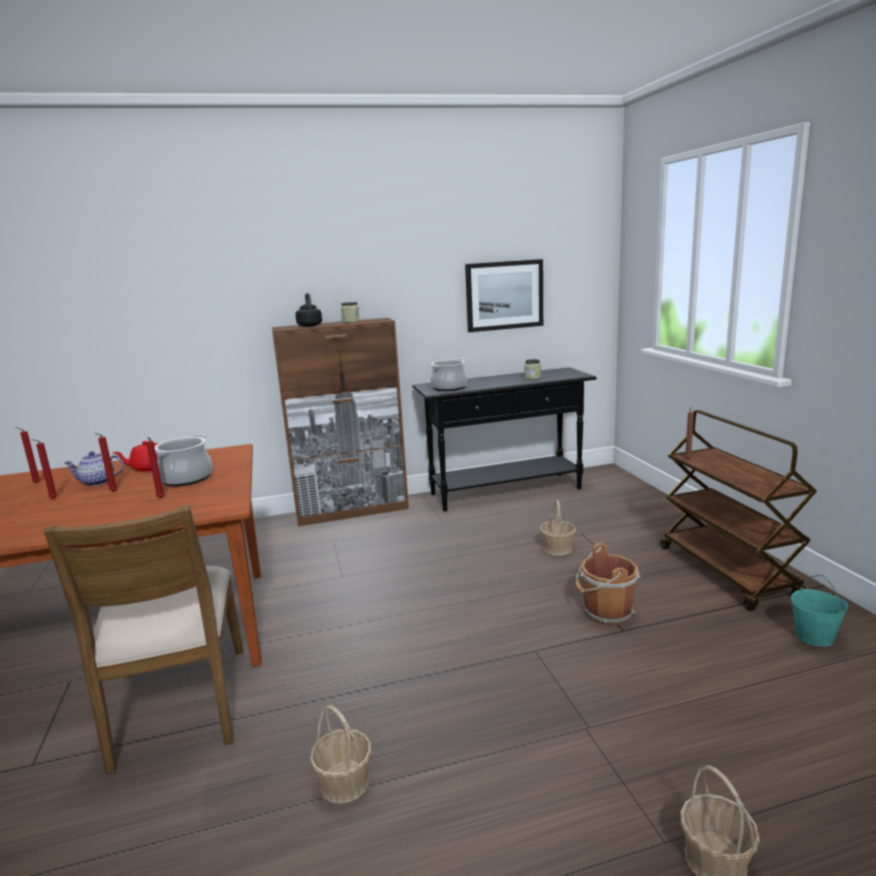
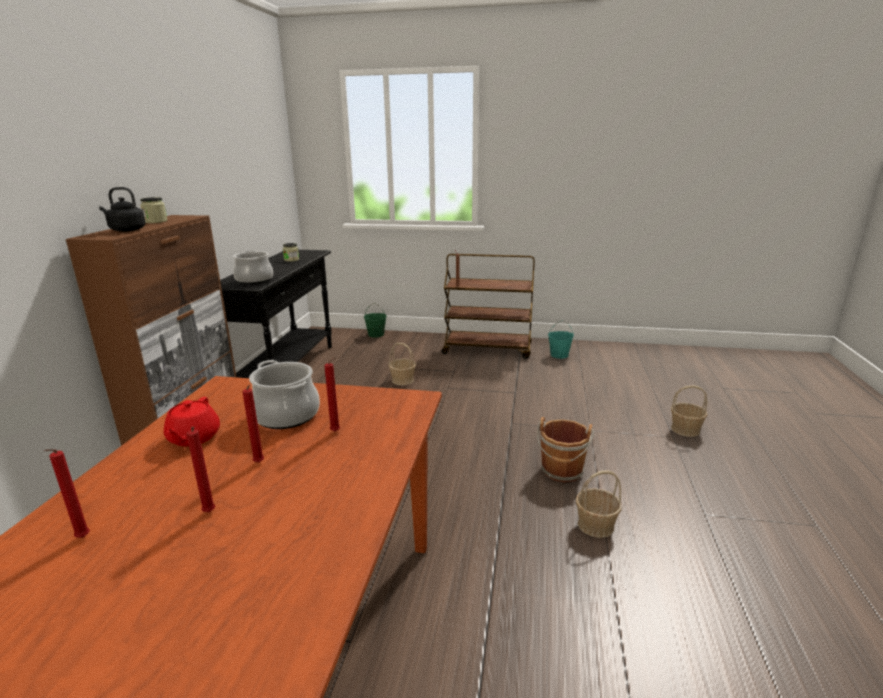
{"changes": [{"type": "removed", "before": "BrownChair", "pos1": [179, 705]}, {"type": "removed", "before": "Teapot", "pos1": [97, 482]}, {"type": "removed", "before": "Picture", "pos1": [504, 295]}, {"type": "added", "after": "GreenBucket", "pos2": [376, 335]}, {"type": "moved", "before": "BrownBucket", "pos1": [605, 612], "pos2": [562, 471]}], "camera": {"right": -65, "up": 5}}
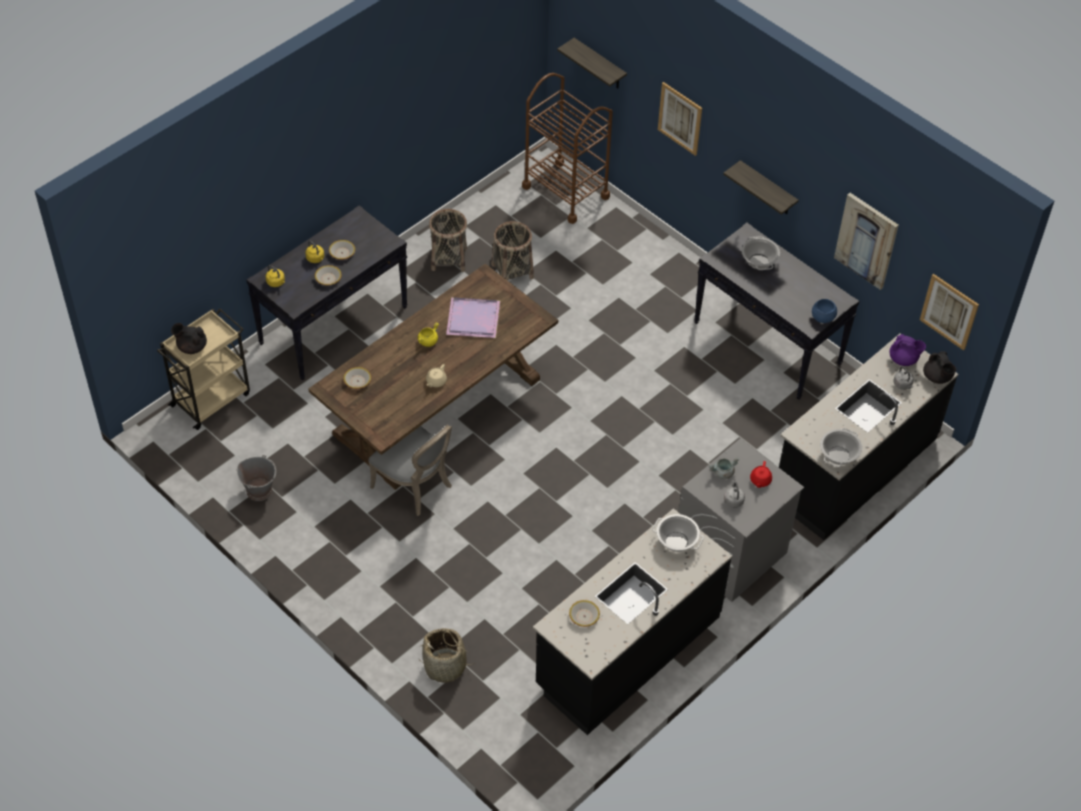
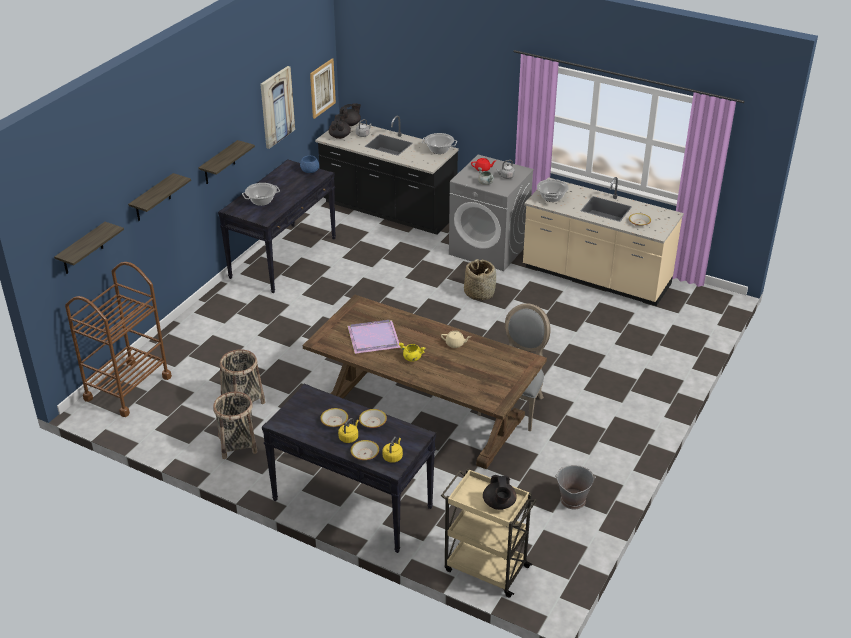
{"changes": [{"type": "moved", "before": "Bowl", "pos1": [357, 381], "pos2": [365, 454]}, {"type": "moved", "before": "Basket", "pos1": [445, 666], "pos2": [479, 293]}, {"type": "replaced", "before": "Picture", "after": "Shelf", "pos1": [680, 118], "pos2": [152, 198]}, {"type": "recoloured", "before": "BlackCounter", "after": "BeigeCounter", "pos1": [627, 651], "pos2": [596, 277]}, {"type": "recoloured", "before": "PurpleTeapot", "after": "BlackTeapot", "pos1": [903, 359], "pos2": [340, 136]}], "camera": {"right": -105, "up": -15}}
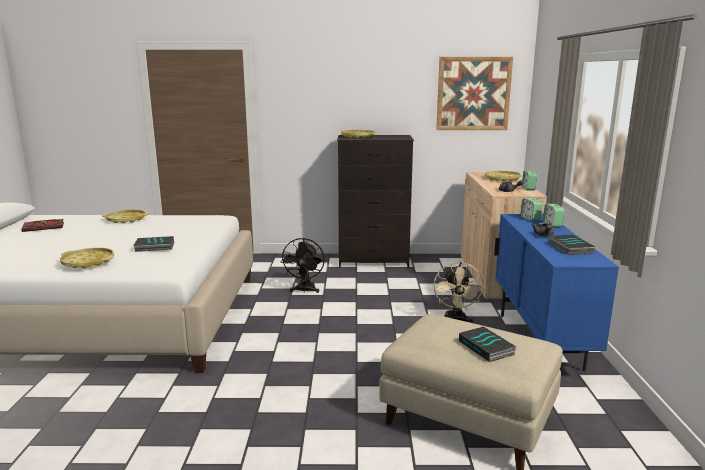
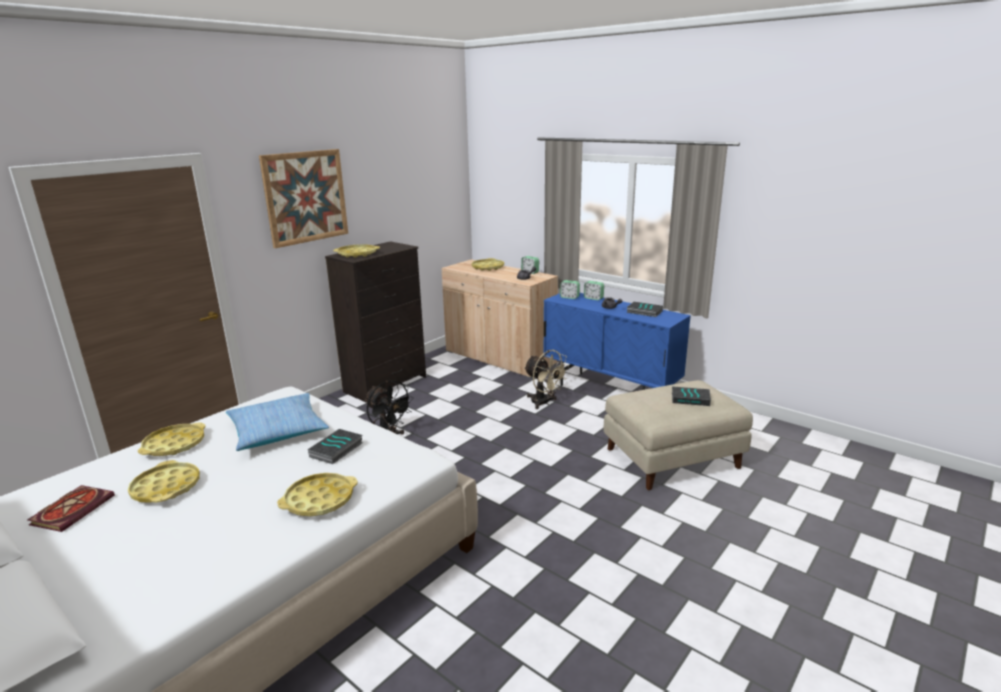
{"changes": [{"type": "added", "after": "YellowTray", "pos2": [166, 487]}, {"type": "added", "after": "Pillow", "pos2": [277, 430]}, {"type": "moved", "before": "Picture", "pos1": [473, 94], "pos2": [305, 197]}], "camera": {"right": -50, "up": 5}}
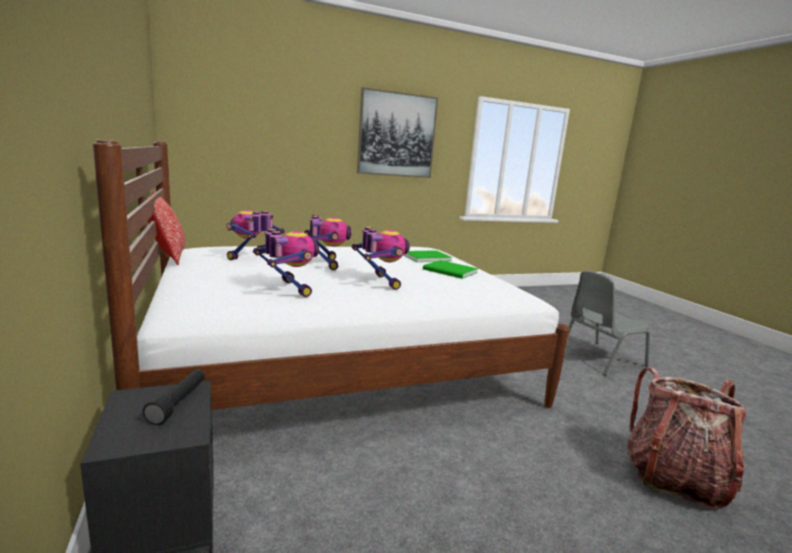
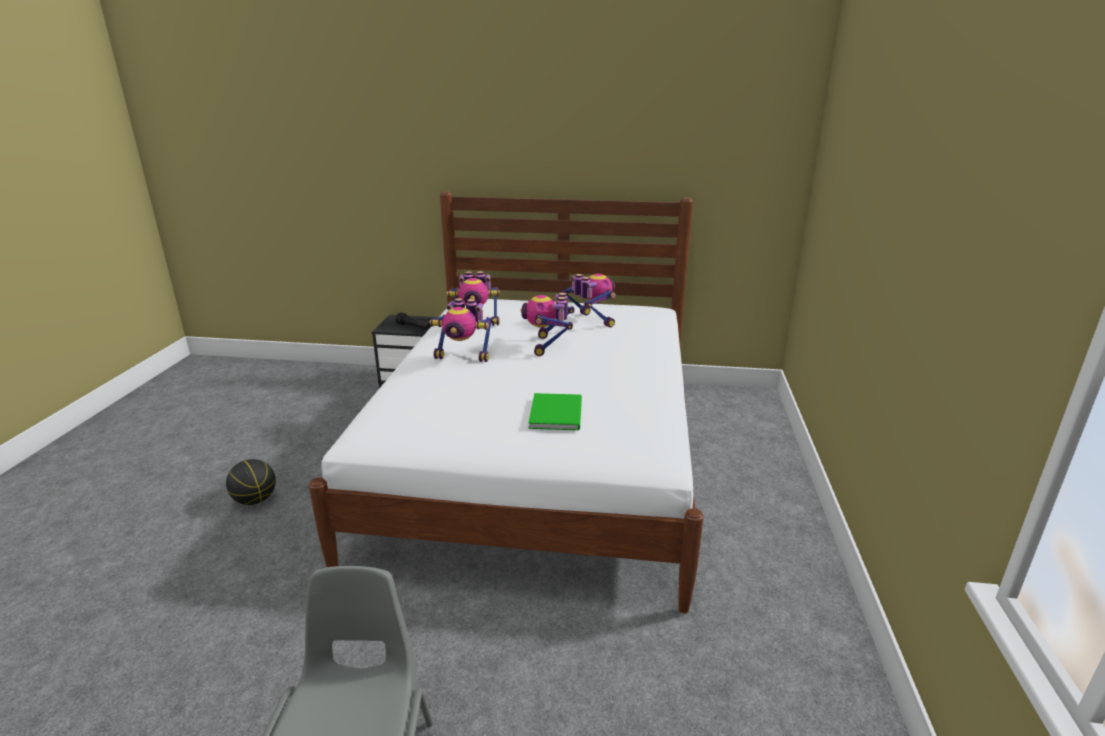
{"changes": [{"type": "removed", "before": "Pillow", "pos1": [168, 257]}, {"type": "removed", "before": "Picture", "pos1": [397, 135]}, {"type": "removed", "before": "GreenBook", "pos1": [451, 271]}, {"type": "removed", "before": "Backpack", "pos1": [674, 478]}, {"type": "added", "after": "Basketball", "pos2": [255, 500]}, {"type": "turned", "before": "ToyRobot", "pos1": [325, 264], "pos2": [548, 346], "turn": 75}], "camera": {"right": 120, "up": 10}}
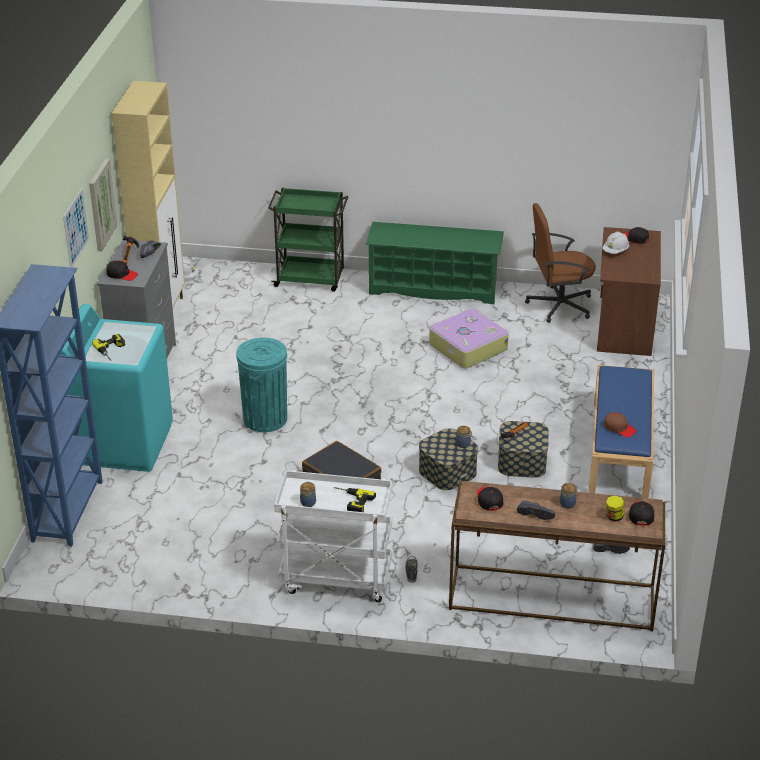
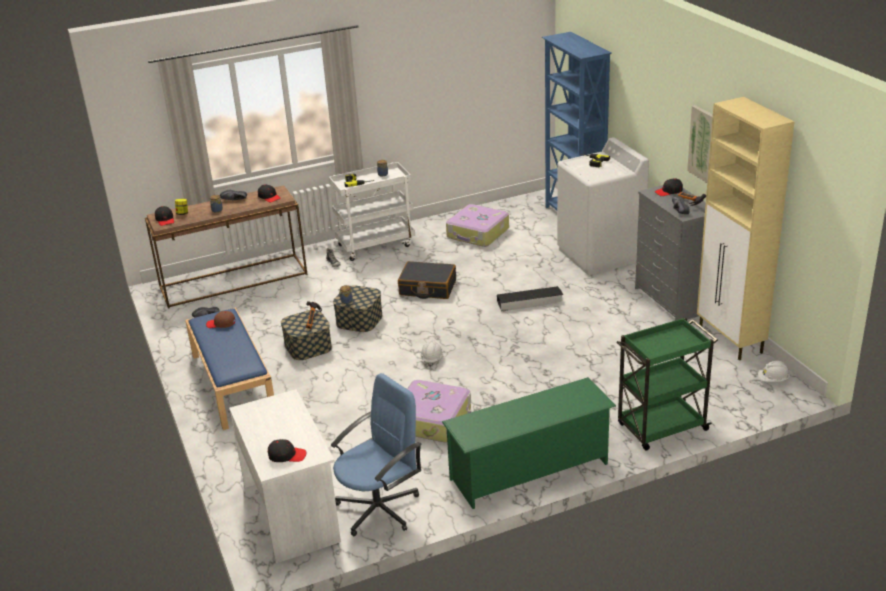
{"changes": [{"type": "removed", "before": "Picture", "pos1": [76, 228]}, {"type": "added", "after": "Suitcase", "pos2": [478, 233]}, {"type": "moved", "before": "WhiteHardHat", "pos1": [615, 251], "pos2": [432, 359]}, {"type": "replaced", "before": "TurquoiseTrashCan", "after": "BlackStorageBox", "pos1": [265, 418], "pos2": [530, 302]}, {"type": "recoloured", "before": "TurquoiseWashingMachine", "after": "WhiteWashingMachine", "pos1": [123, 443], "pos2": [600, 255]}, {"type": "recoloured", "before": "BrownOfficeChair", "after": "BlueOfficeChair", "pos1": [559, 305], "pos2": [379, 508]}, {"type": "recoloured", "before": "BrownDesk", "after": "WhiteDesk", "pos1": [623, 325], "pos2": [292, 512]}], "camera": {"right": 150, "up": -5}}
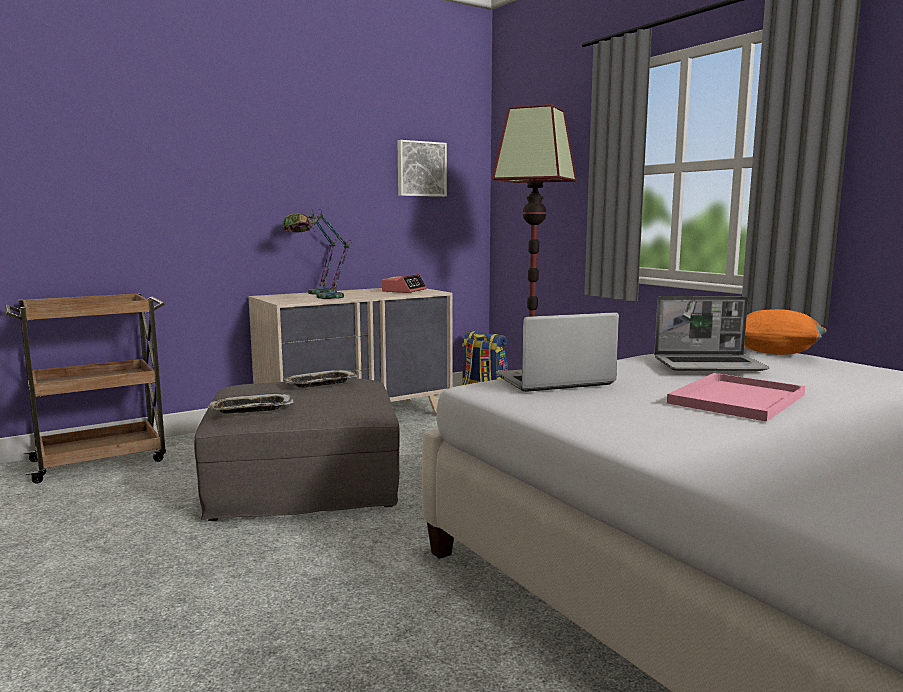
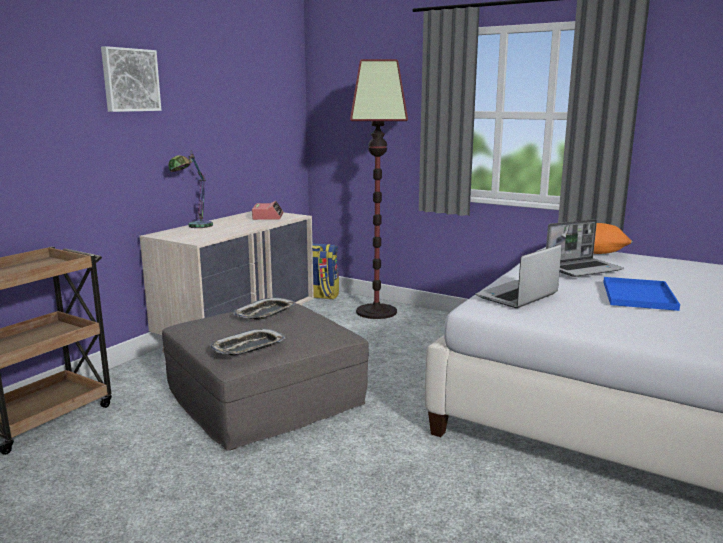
{"changes": [{"type": "removed", "before": "TableLamp", "pos1": [321, 297]}, {"type": "moved", "before": "Picture", "pos1": [421, 169], "pos2": [130, 80]}, {"type": "recoloured", "before": "PinkTray", "after": "BlueTray", "pos1": [736, 398], "pos2": [637, 294]}], "camera": {"right": -25, "up": 5}}
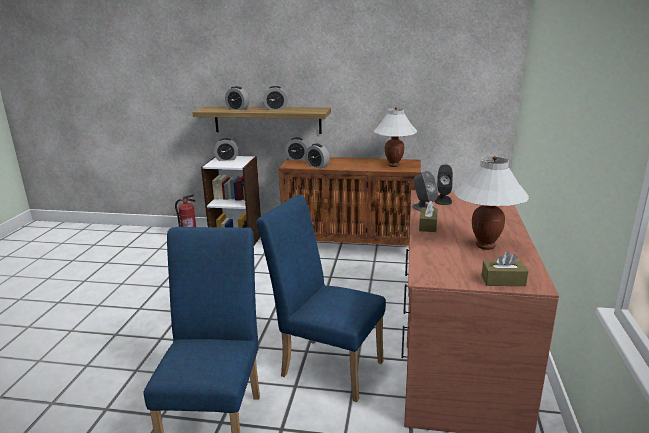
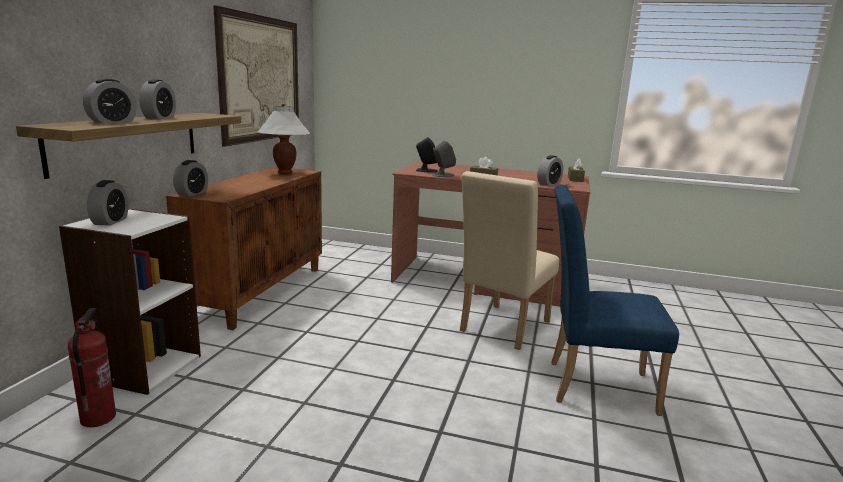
{"changes": [{"type": "removed", "before": "WhiteTableLamp", "pos1": [485, 246]}, {"type": "added", "after": "Picture", "pos2": [261, 79]}, {"type": "moved", "before": "AlarmClock", "pos1": [317, 166], "pos2": [549, 184]}, {"type": "recoloured", "before": "BlueChair", "after": "BeigeChair", "pos1": [325, 365], "pos2": [501, 328]}], "camera": {"right": -85, "up": -5}}
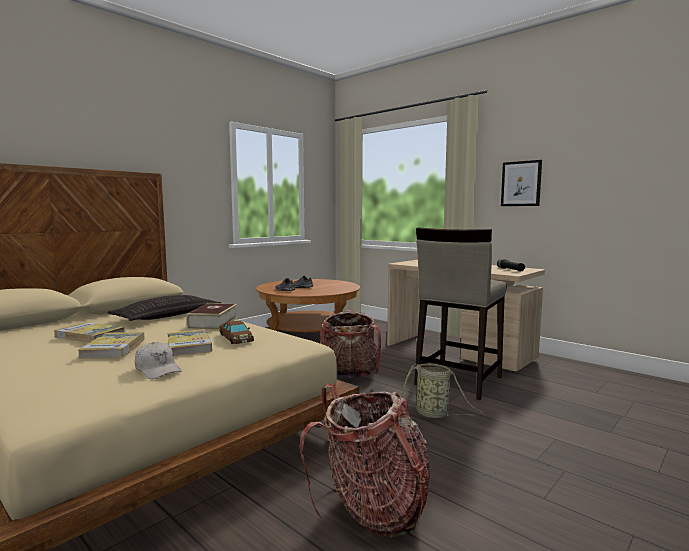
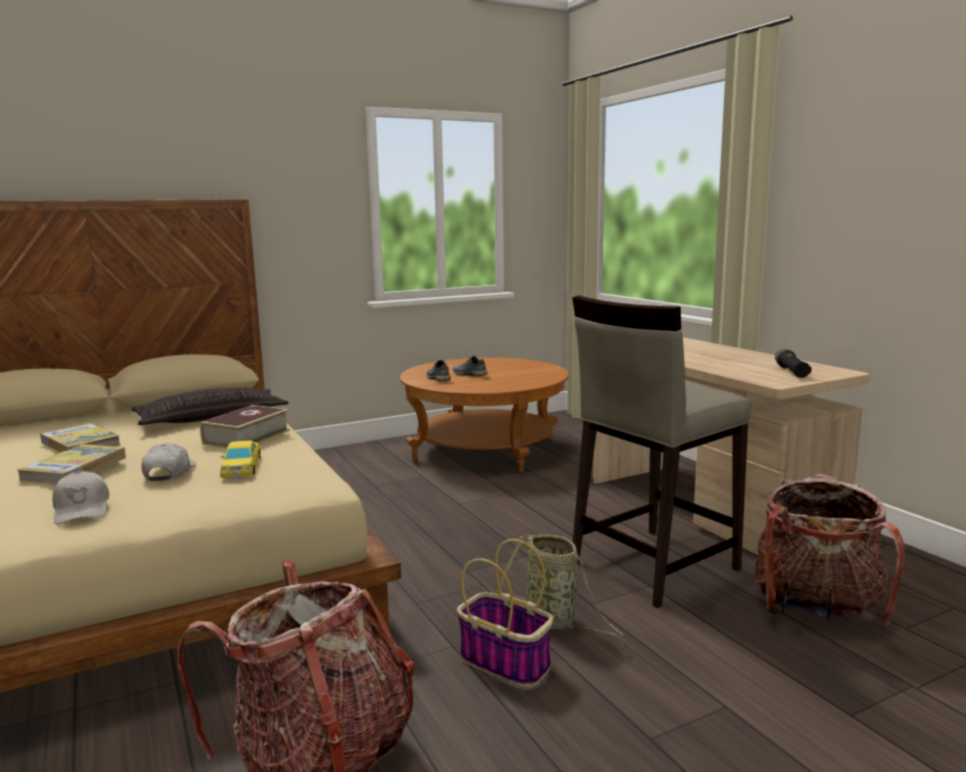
{"changes": [{"type": "removed", "before": "Picture", "pos1": [521, 183]}, {"type": "added", "after": "Basket", "pos2": [506, 662]}, {"type": "moved", "before": "Backpack", "pos1": [349, 375], "pos2": [816, 608]}, {"type": "replaced", "before": "Book", "after": "WhiteCap", "pos1": [189, 345], "pos2": [169, 473]}, {"type": "recoloured", "before": "BrownToyCar", "after": "YellowToyCar", "pos1": [236, 338], "pos2": [241, 466]}], "camera": {"right": 20, "up": 5}}
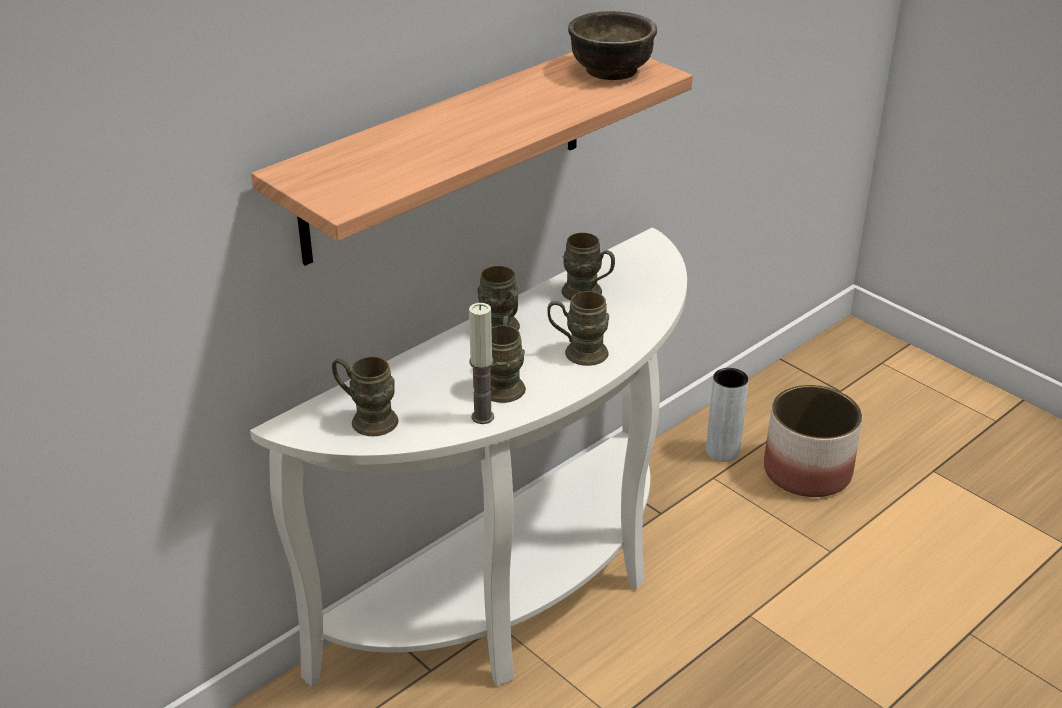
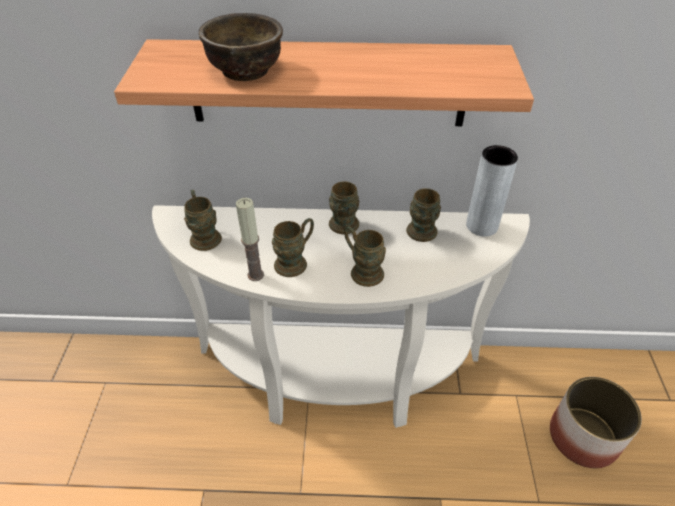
{"changes": [{"type": "moved", "before": "BrownBowl", "pos1": [610, 71], "pos2": [245, 70]}, {"type": "moved", "before": "GreyVase", "pos1": [722, 451], "pos2": [481, 226]}], "camera": {"right": 45, "up": 10}}
